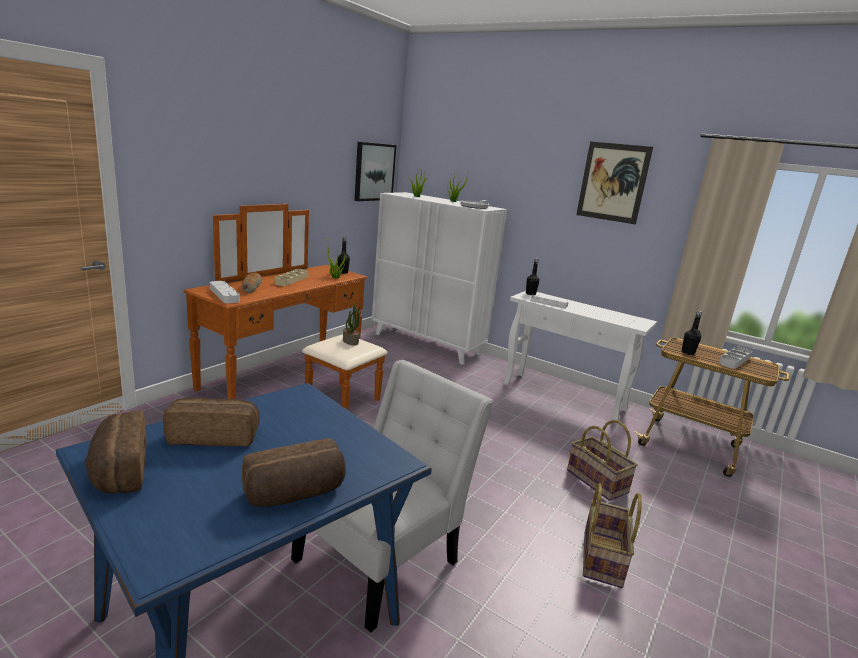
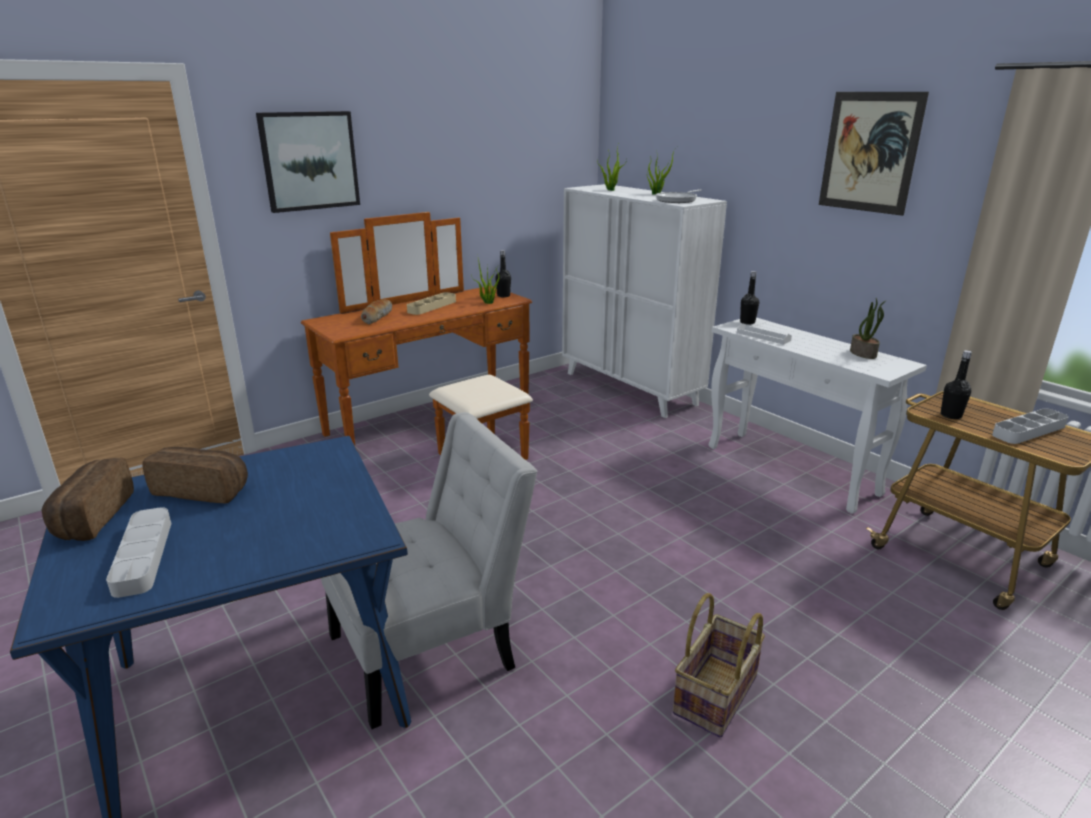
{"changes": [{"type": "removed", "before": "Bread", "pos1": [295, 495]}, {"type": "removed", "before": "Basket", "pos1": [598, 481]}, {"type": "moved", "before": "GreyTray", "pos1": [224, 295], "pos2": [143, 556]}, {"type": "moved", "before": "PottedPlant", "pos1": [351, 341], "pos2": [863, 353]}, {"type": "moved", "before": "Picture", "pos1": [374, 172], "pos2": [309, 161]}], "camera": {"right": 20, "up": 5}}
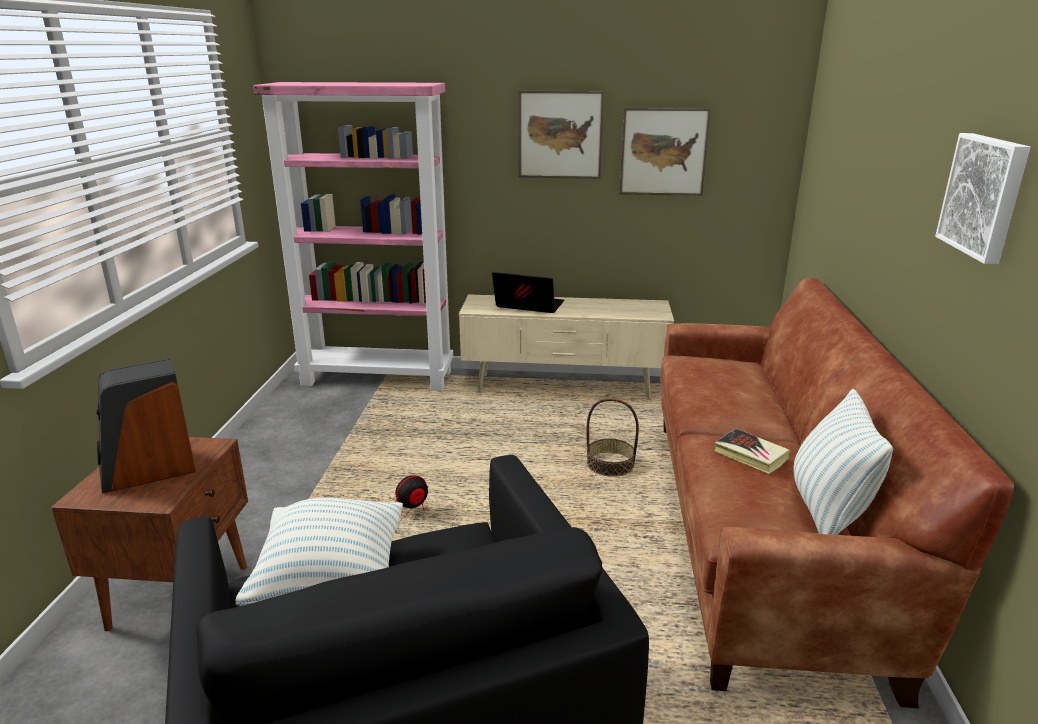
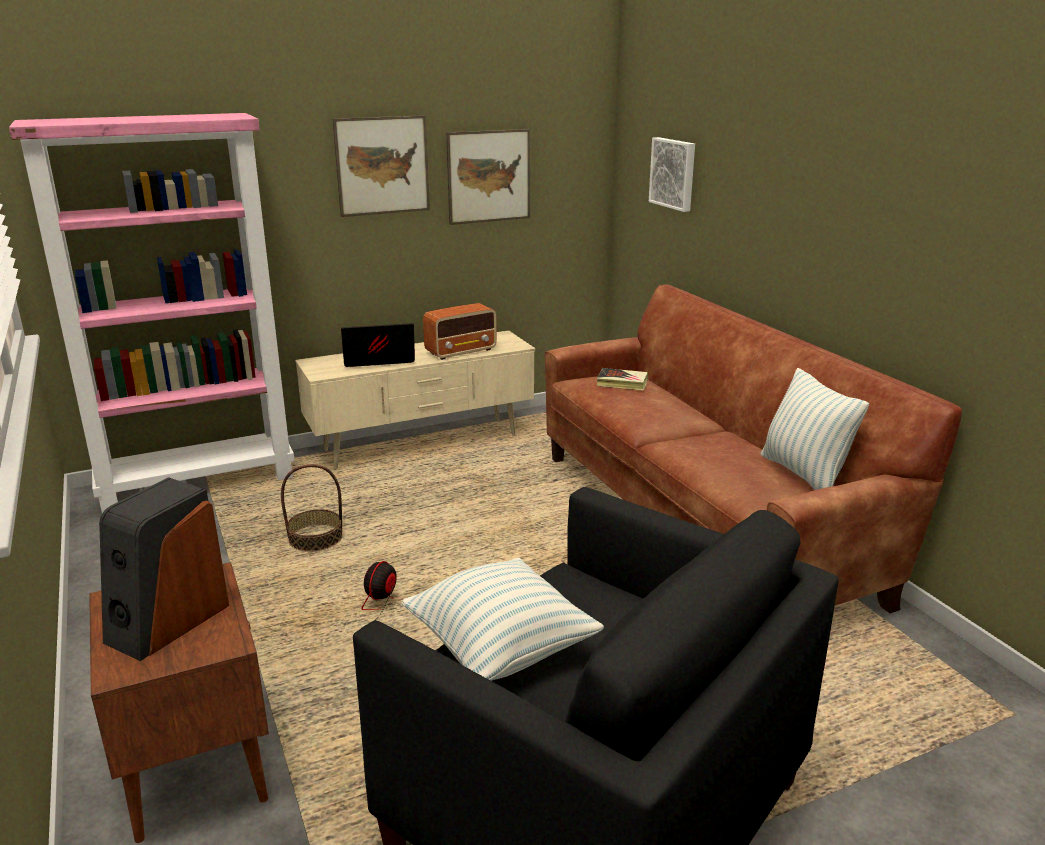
{"changes": [{"type": "added", "after": "Radio", "pos2": [461, 351]}, {"type": "moved", "before": "Basket", "pos1": [610, 464], "pos2": [315, 538]}, {"type": "moved", "before": "Book", "pos1": [751, 455], "pos2": [622, 383]}, {"type": "moved", "before": "Picture", "pos1": [985, 196], "pos2": [674, 173]}], "camera": {"right": -30, "up": 0}}
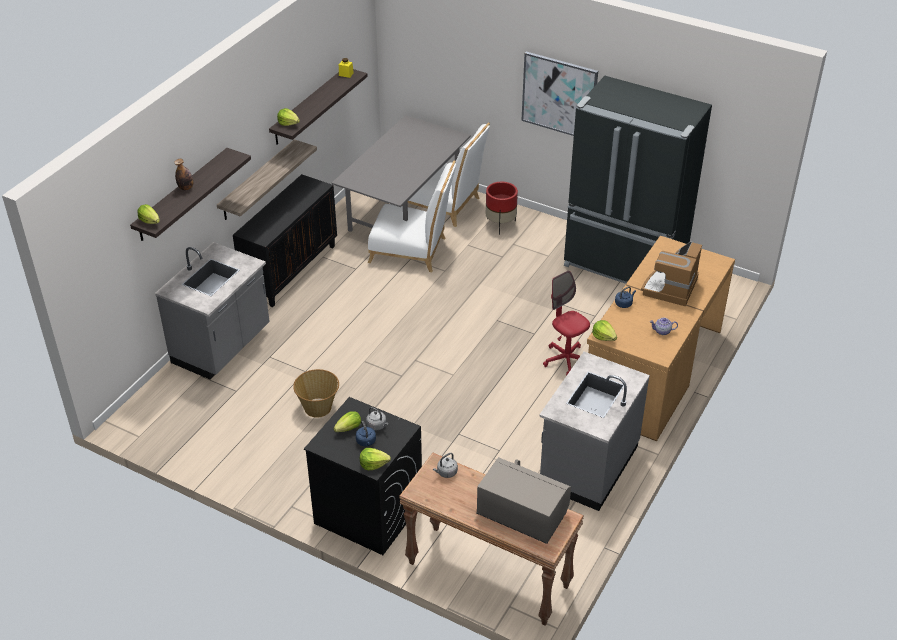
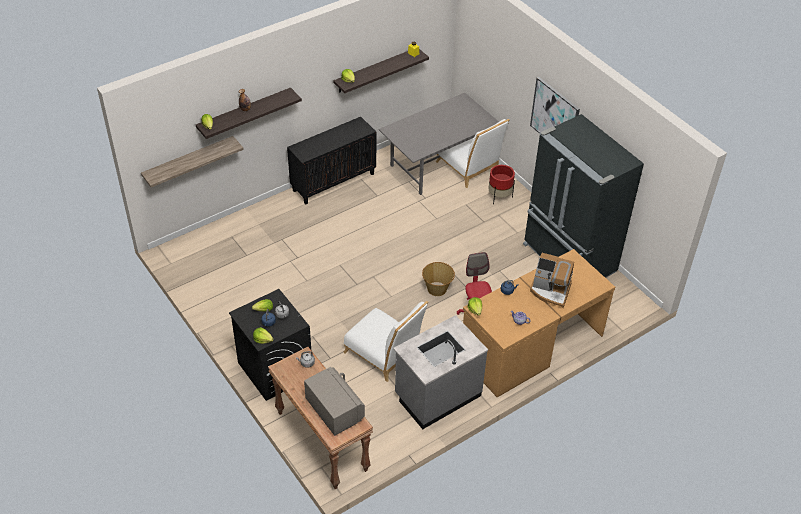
{"changes": [{"type": "removed", "before": "GreyCounter", "pos1": [222, 346]}, {"type": "moved", "before": "Shelf", "pos1": [257, 180], "pos2": [188, 160]}, {"type": "moved", "before": "Basket", "pos1": [318, 407], "pos2": [437, 289]}, {"type": "moved", "before": "WhiteChair", "pos1": [412, 251], "pos2": [385, 354]}, {"type": "turned", "before": "CoffeeMachine", "pos1": [670, 287], "pos2": [550, 291], "turn": -120}], "camera": {"right": 25, "up": 5}}
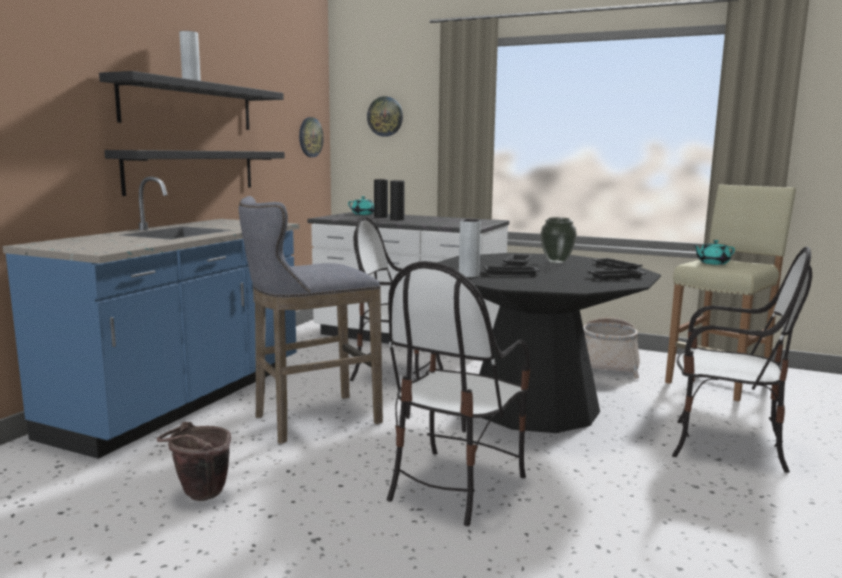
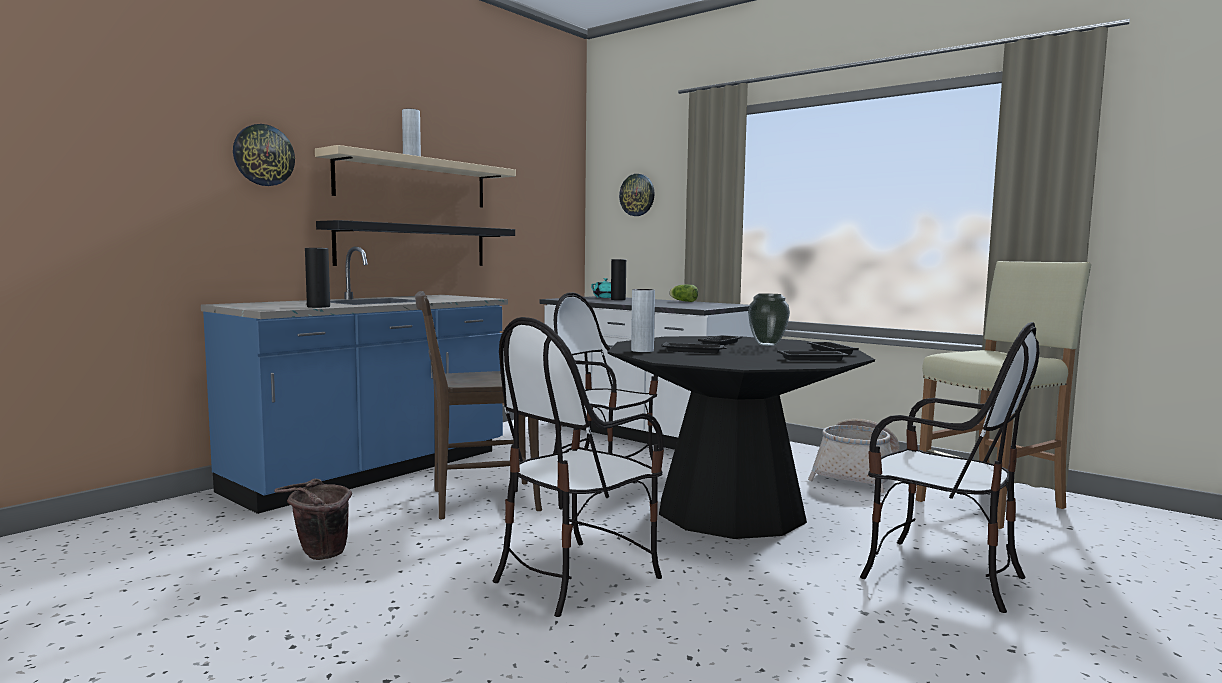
{"changes": [{"type": "removed", "before": "TurquoiseTeapot", "pos1": [712, 263]}, {"type": "added", "after": "Lettuce", "pos2": [682, 301]}, {"type": "moved", "before": "WallClock", "pos1": [310, 137], "pos2": [263, 155]}, {"type": "moved", "before": "BlackVase", "pos1": [397, 219], "pos2": [318, 307]}, {"type": "replaced", "before": "GreyStool", "after": "BrownChair", "pos1": [311, 420], "pos2": [478, 500]}, {"type": "recoloured", "before": "BlackShelf", "after": "BeigeShelf", "pos1": [189, 105], "pos2": [413, 181]}], "camera": {"right": 15, "up": -5}}
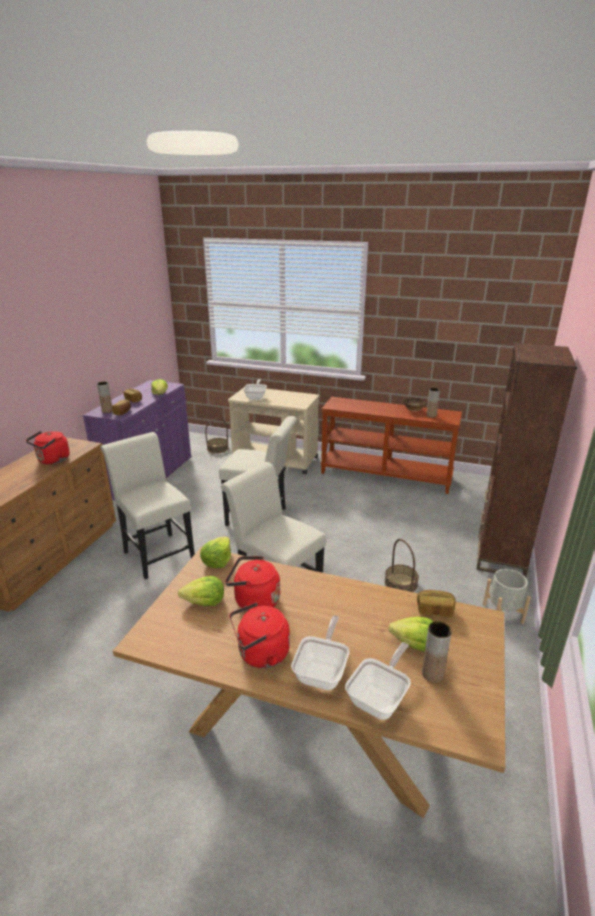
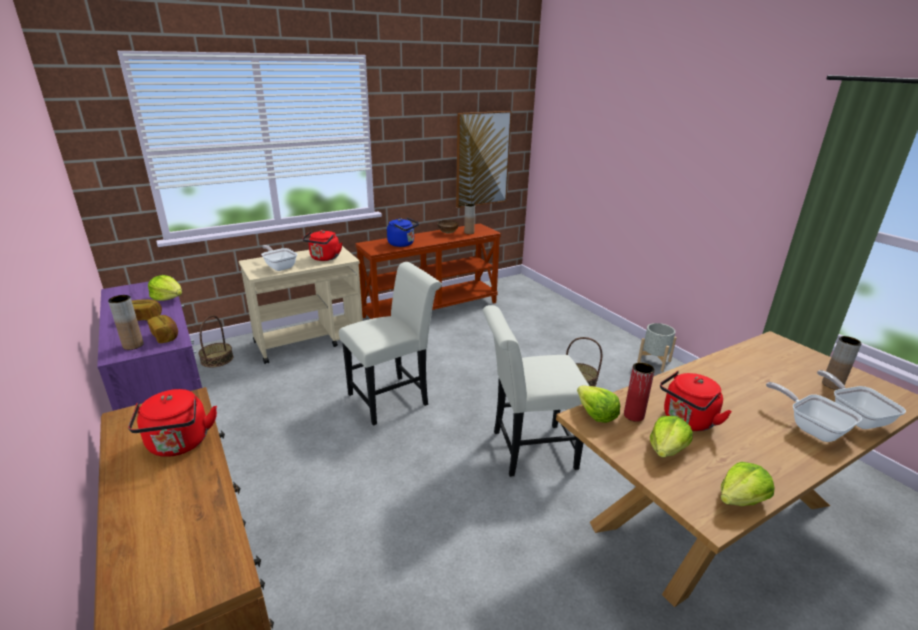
{"changes": [{"type": "removed", "before": "WhiteChair", "pos1": [156, 552]}, {"type": "removed", "before": "Bread", "pos1": [435, 610]}, {"type": "removed", "before": "BrownBookcase", "pos1": [500, 555]}, {"type": "added", "after": "BlueKettle", "pos2": [402, 244]}, {"type": "added", "after": "Picture", "pos2": [482, 159]}, {"type": "added", "after": "RedVase", "pos2": [633, 415]}, {"type": "moved", "before": "RedKettle", "pos1": [260, 654], "pos2": [324, 258]}, {"type": "moved", "before": "Lettuce", "pos1": [415, 644], "pos2": [741, 499]}], "camera": {"right": -50, "up": 0}}
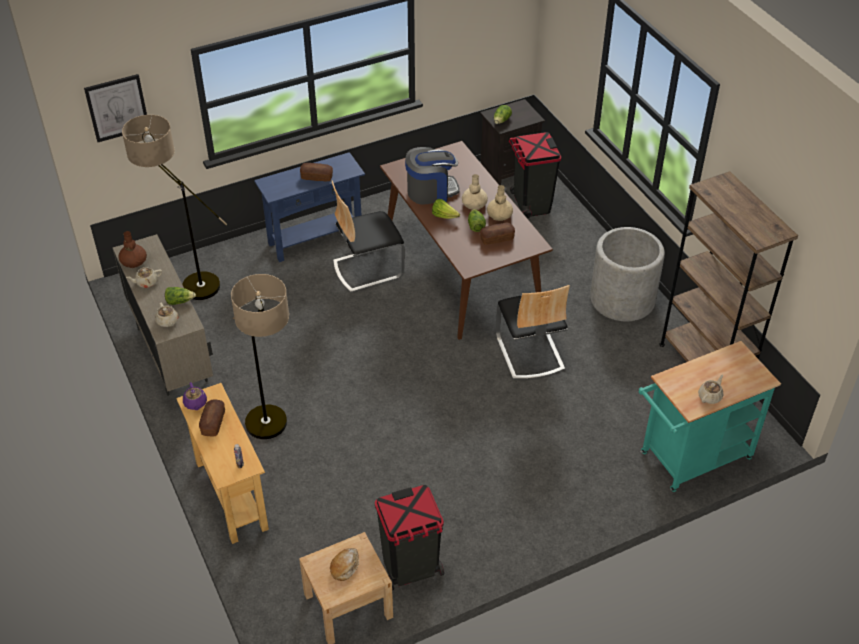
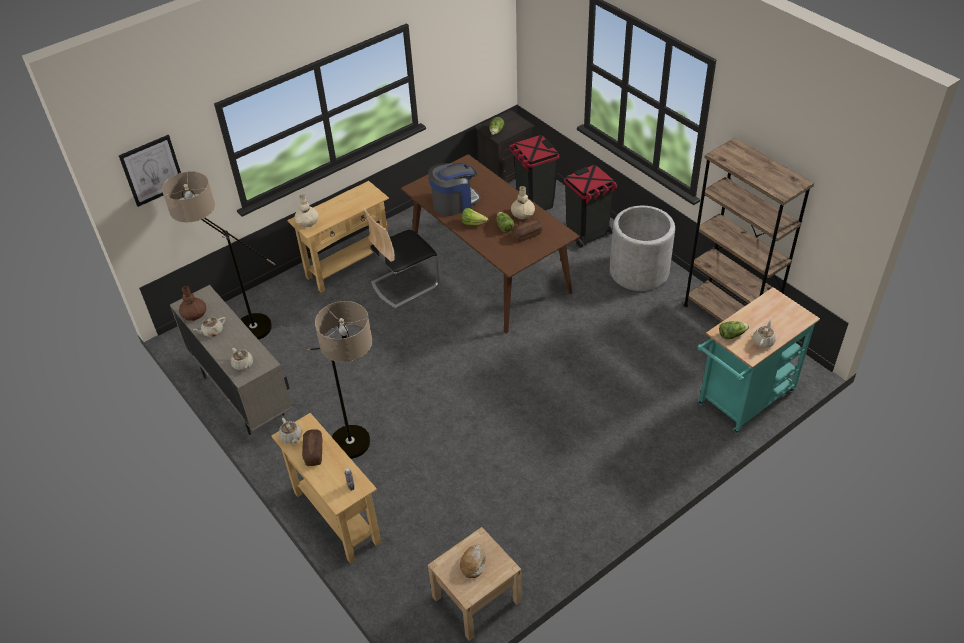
{"changes": [{"type": "removed", "before": "Bread", "pos1": [316, 177]}, {"type": "removed", "before": "Chair", "pos1": [529, 353]}, {"type": "moved", "before": "Lettuce", "pos1": [179, 301], "pos2": [731, 334]}, {"type": "moved", "before": "BlackTrashCan", "pos1": [411, 567], "pos2": [588, 234]}, {"type": "moved", "before": "BeigeVase", "pos1": [474, 204], "pos2": [307, 221]}, {"type": "recoloured", "before": "PurpleTeapot", "after": "BeigeTeapot", "pos1": [195, 403], "pos2": [291, 437]}, {"type": "recoloured", "before": "BlueConsoleTable", "after": "BeigeConsoleTable", "pos1": [315, 239], "pos2": [348, 266]}], "camera": {"right": -10, "up": 0}}
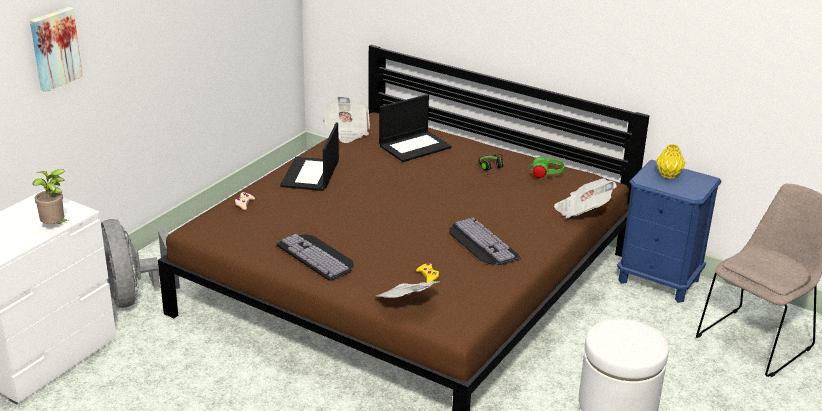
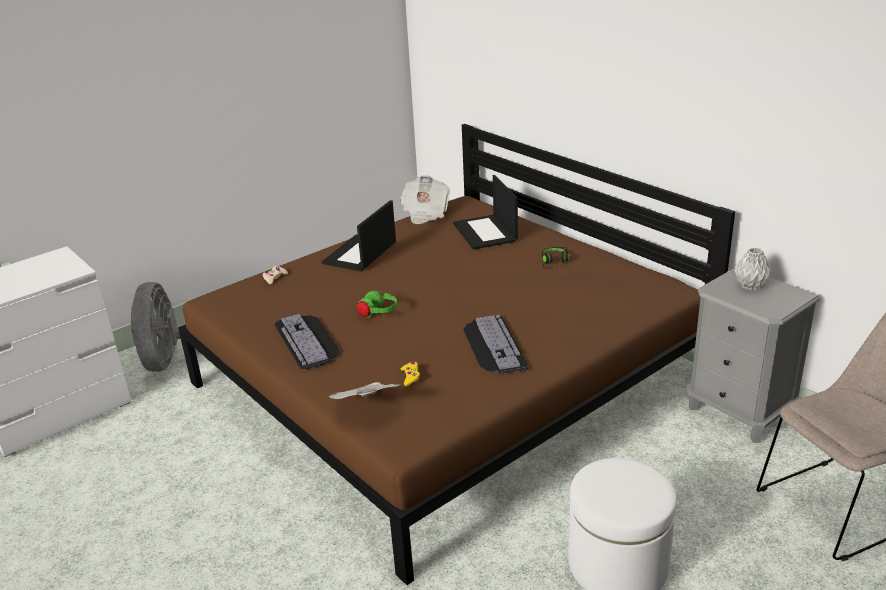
{"changes": [{"type": "removed", "before": "Picture", "pos1": [54, 48]}, {"type": "removed", "before": "PottedPlant", "pos1": [55, 226]}, {"type": "removed", "before": "Newspaper", "pos1": [582, 211]}, {"type": "moved", "before": "GreenHeadphones", "pos1": [546, 175], "pos2": [378, 313]}, {"type": "recoloured", "before": "BlueNightstand", "after": "GreyNightstand", "pos1": [659, 280], "pos2": [739, 412]}, {"type": "recoloured", "before": "YellowVase", "after": "GreyVase", "pos1": [669, 175], "pos2": [751, 286]}, {"type": "turned", "before": "Laptop", "pos1": [415, 146], "pos2": [486, 232], "turn": 90}], "camera": {"right": 20, "up": 0}}
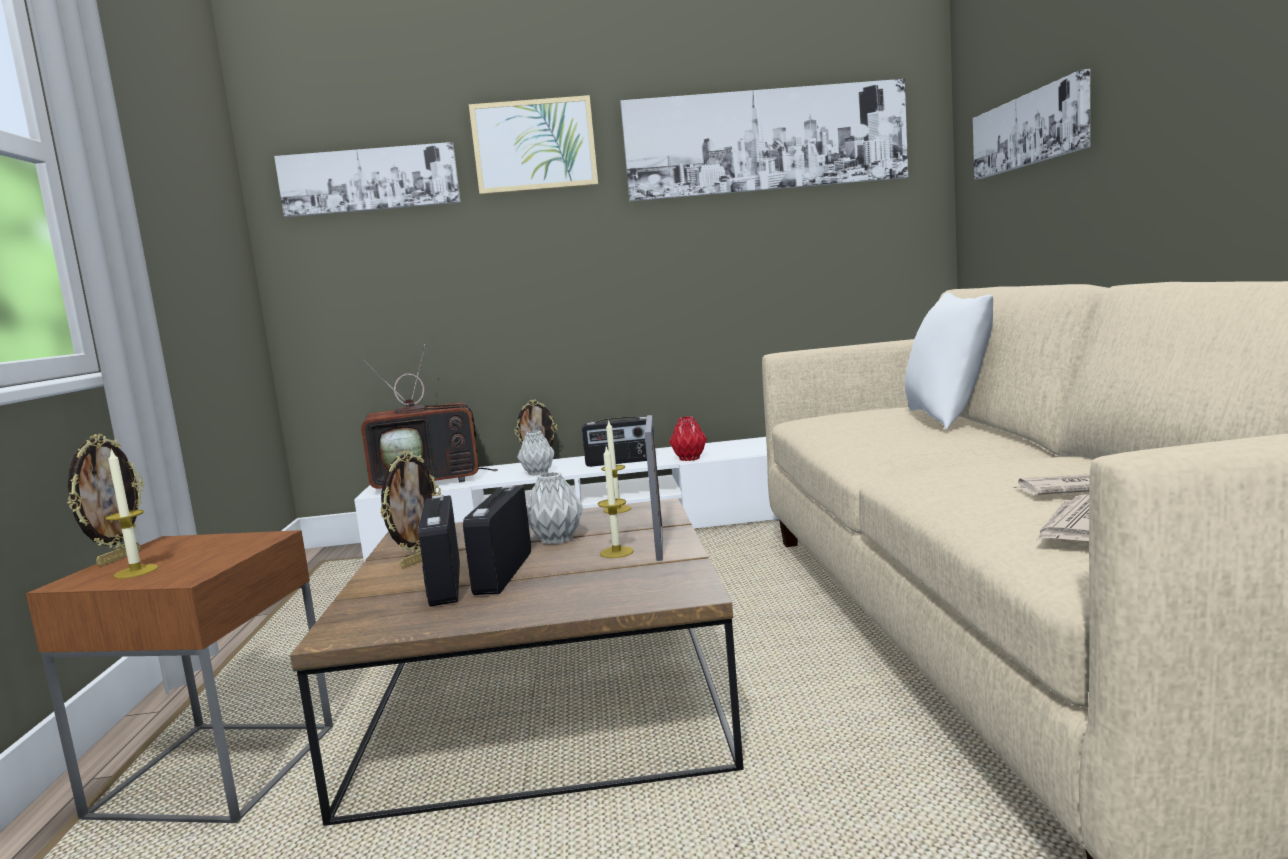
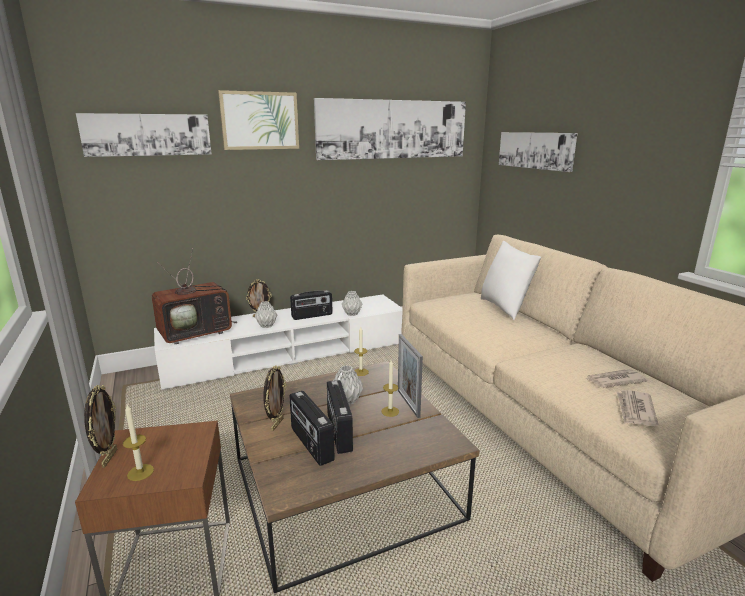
{"changes": [{"type": "recoloured", "before": "RedVase", "after": "GreyVase", "pos1": [689, 459], "pos2": [352, 314]}], "camera": {"right": -20, "up": 10}}
